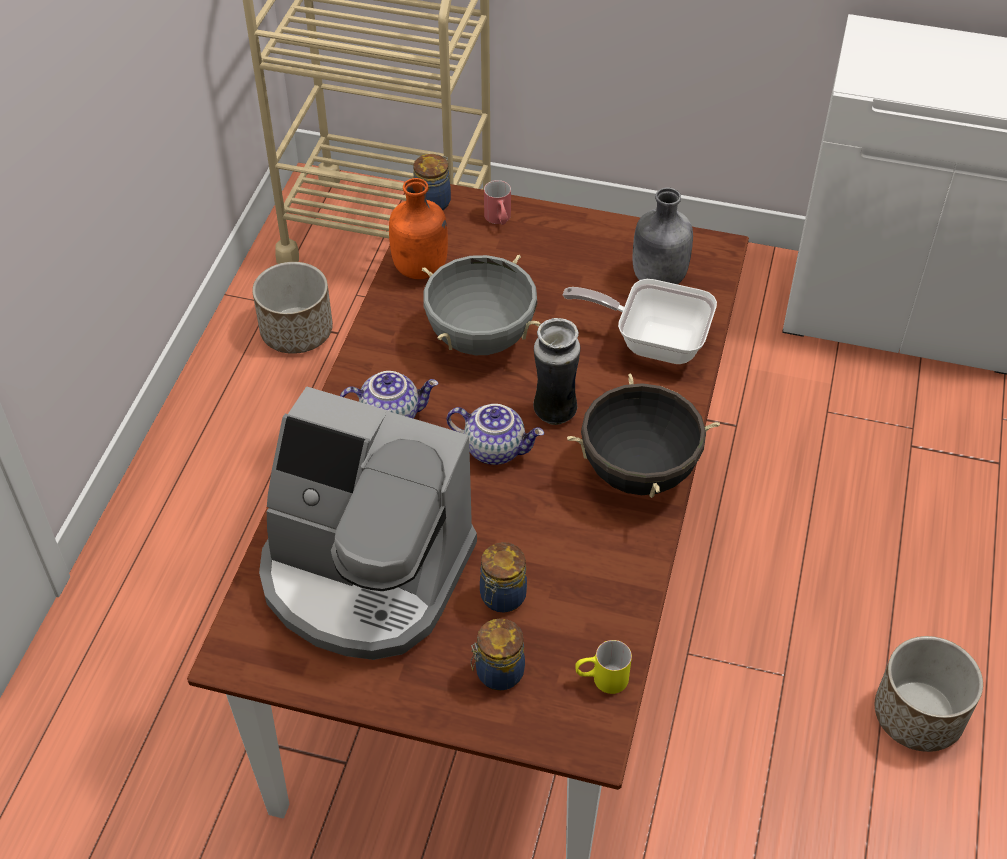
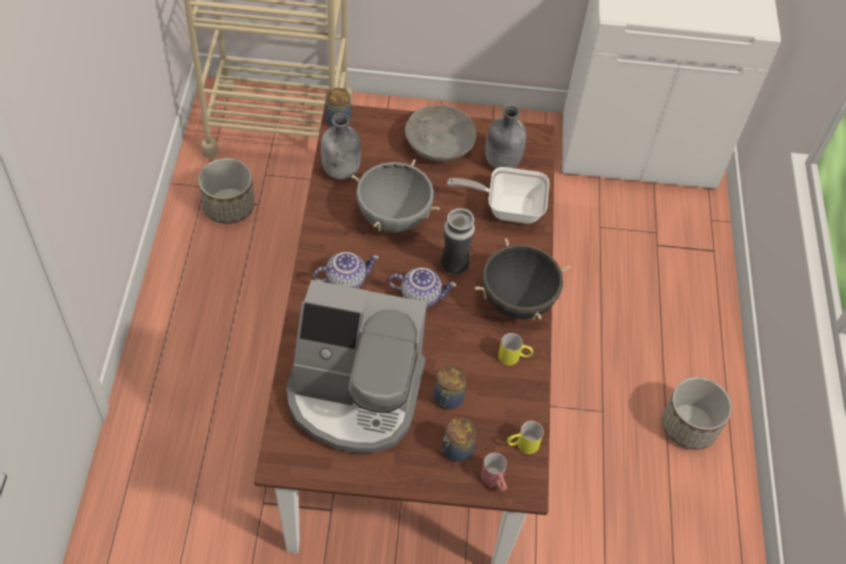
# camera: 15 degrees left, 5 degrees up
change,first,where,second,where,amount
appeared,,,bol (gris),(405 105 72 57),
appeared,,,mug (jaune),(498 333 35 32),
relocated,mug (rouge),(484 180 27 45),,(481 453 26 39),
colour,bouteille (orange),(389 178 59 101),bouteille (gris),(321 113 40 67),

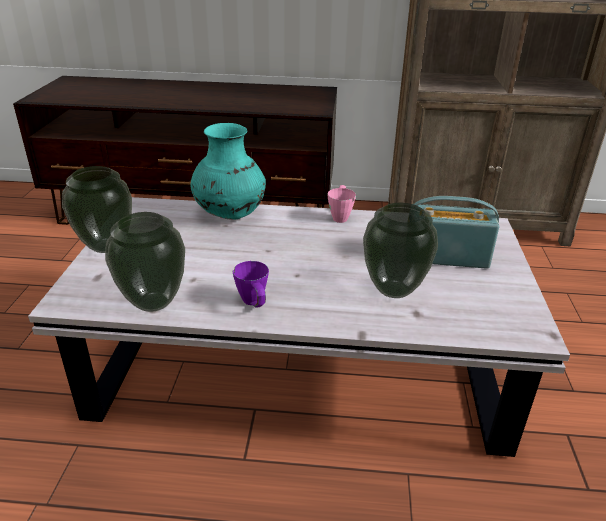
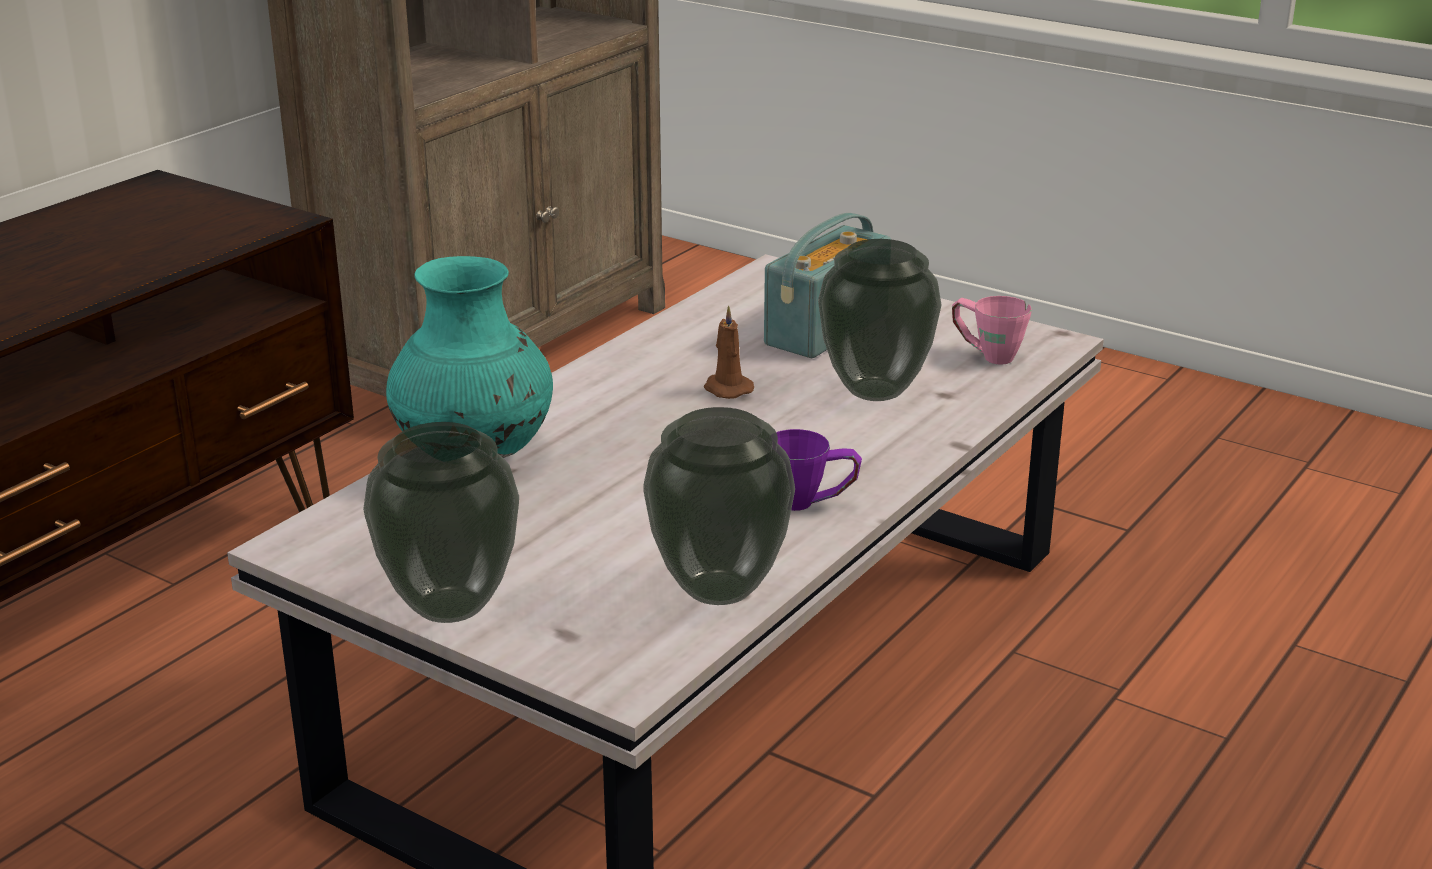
# camera: 60 degrees left, 5 degrees down
change,first,where,second,where,amount
appeared,,,bougie (marron),(704 305 50 94),
relocated,mug (rose),(327 185 29 38),,(952 296 80 69),

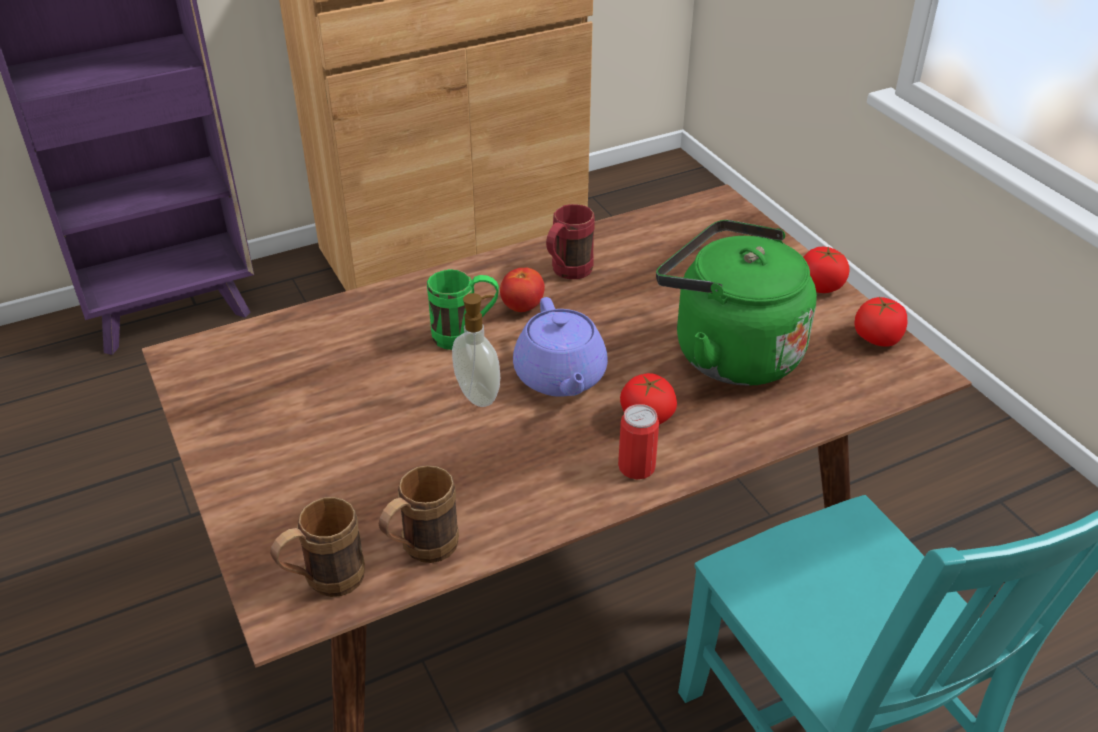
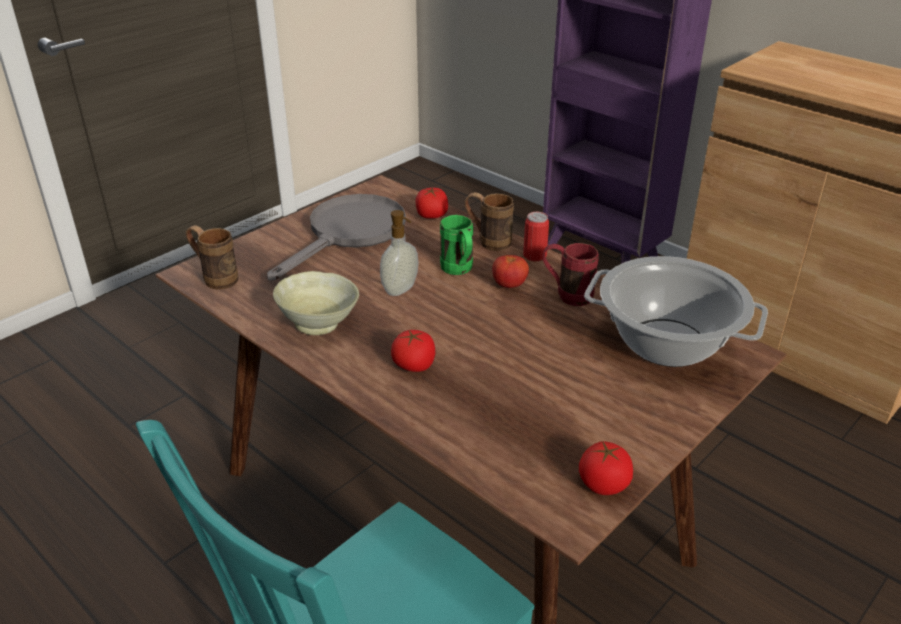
# camera: 70 degrees right, 5 degrees down
change,first,where,second,where,amount
missing,théière (violet),(513 297 95 100),,,
missing,bouilloire (vert),(656 220 161 165),,,
appeared,,,poêle (gris),(267 194 139 86),
appeared,,,bol (beige),(273 271 86 64),
appeared,,,marmite,(584 256 184 111),
relocated,mug (marron),(379 465 80 98),,(465 192 49 59),
relocated,boîte métallique,(618 404 41 75),,(523 212 26 49),
relocated,tomate,(803 247 46 46),,(415 188 33 31),

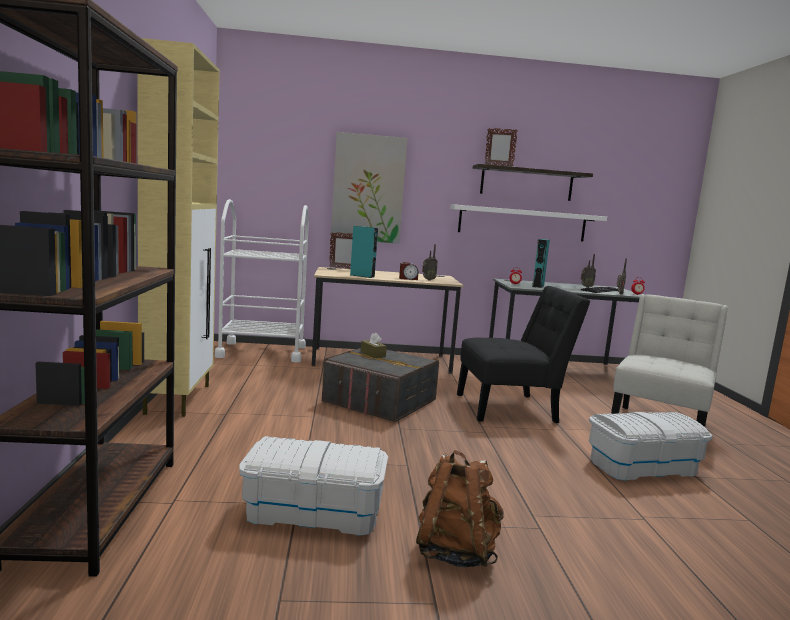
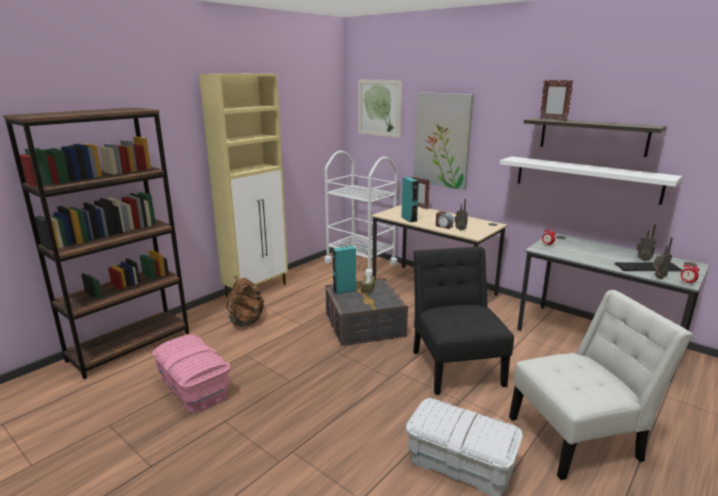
# camera: 45 degrees right, 10 degrees up
change,first,where,second,where,amount
appeared,,,tableau,(358 80 44 58),
relocated,sac à dos (marron),(416 450 88 117),,(226 276 39 50),
relocated,enceinte (turquoise),(532 239 18 49),,(333 246 23 49),
colour,boîte de rangement (blanc),(239 436 149 100),boîte de rangement (rose),(152 335 78 78),
spun,chaise (noir),(457 286 134 137),,(413 247 101 148),135 degrees counterclockwise

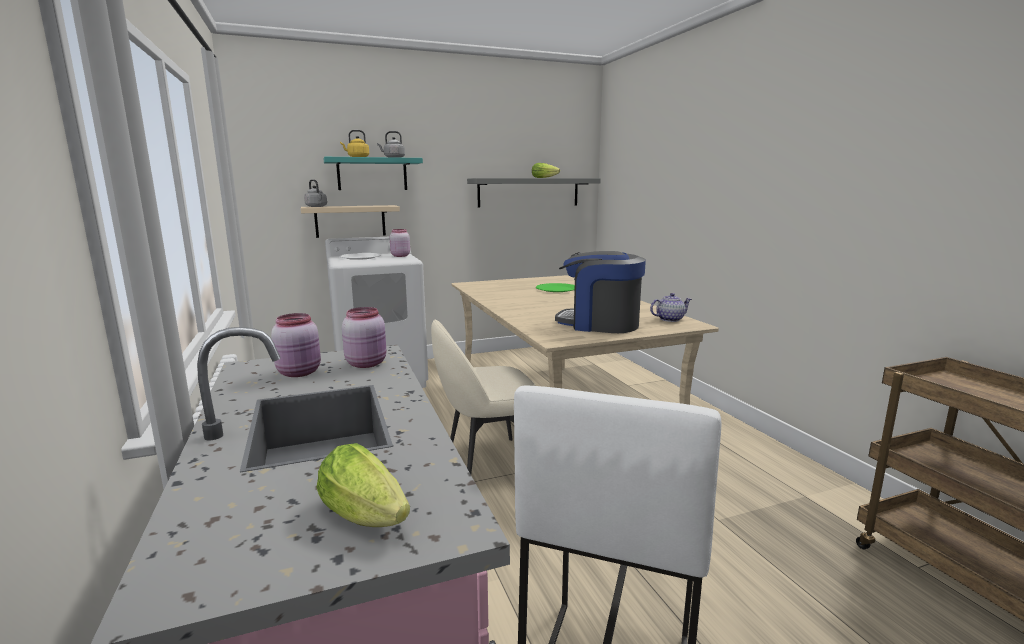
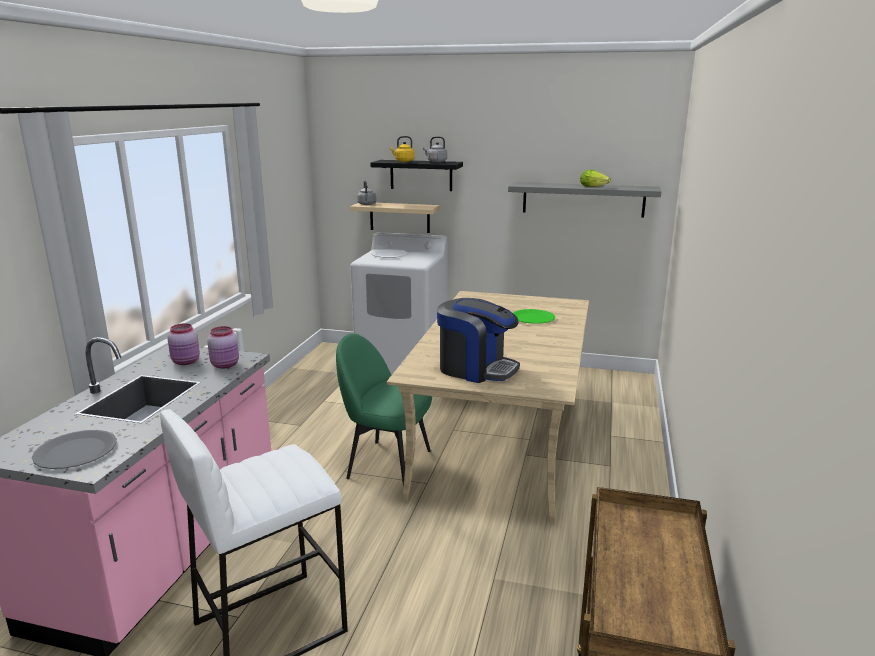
# camera: 35 degrees right, 5 degrees up
change,first,where,second,where,amount
missing,bocal (rose),(390 229 20 28),,,
missing,théière,(650 293 42 29),,,
exchanged,laitue,(316 443 94 84),assiette (gris),(32 430 85 39),
colour,étagère (turquoise),(323 157 100 33),étagère (noir),(371 160 92 31),
colour,chaise (beige),(431 319 105 155),chaise (vert),(336 334 96 151),
spun,machine à café,(555 251 91 82),,(437 298 83 85),150 degrees clockwise

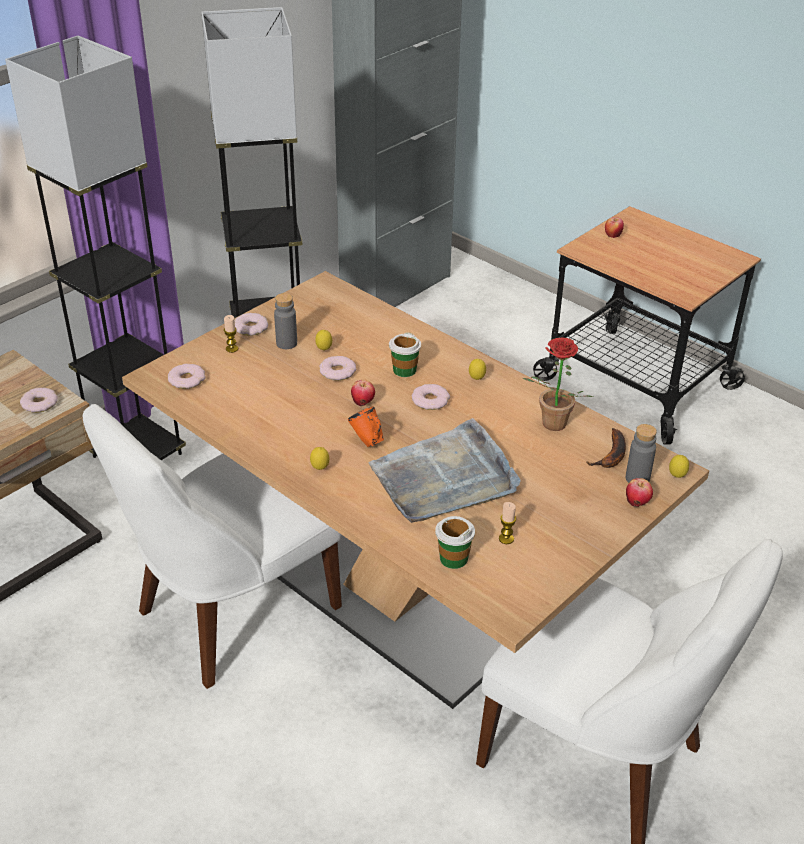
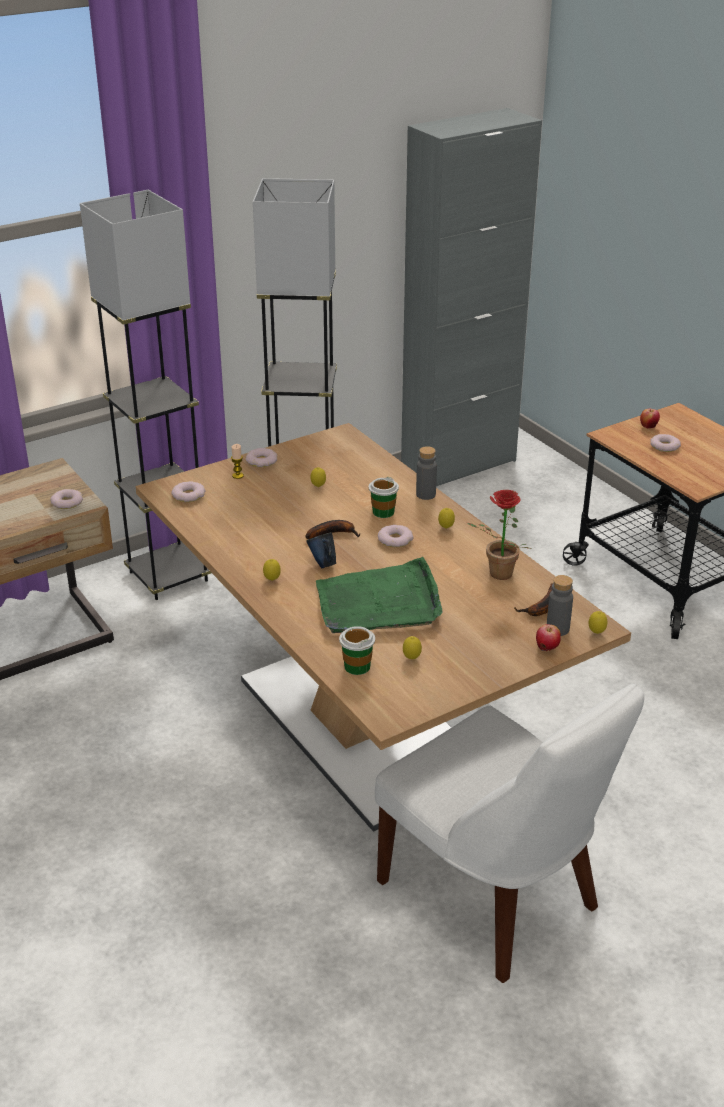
# camera: 15 degrees right, 5 degrees down
change,first,where,second,where,amount
missing,chaise (blanc),(83 404 259 285),,,
relocated,bouteille (gris),(274 293 23 56),,(416 446 21 54),
relocated,beignet,(319 356 37 25),,(650 434 31 18),
exchanged,pomme,(351 380 24 26),banane,(305 520 55 19),
exchanged,bougie,(499 502 17 42),citron,(403 636 19 23),
colour,mug (orange),(348 407 36 40),mug (bleu),(306 532 30 37),
colour,plateau (gris),(368 418 153 105),plateau (vert),(316 557 127 76),

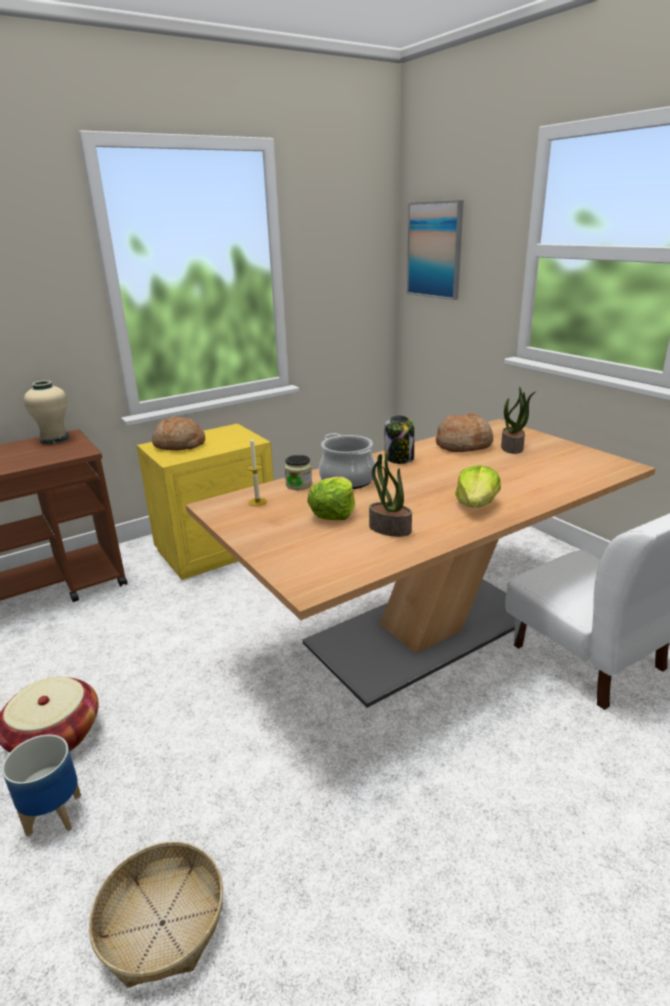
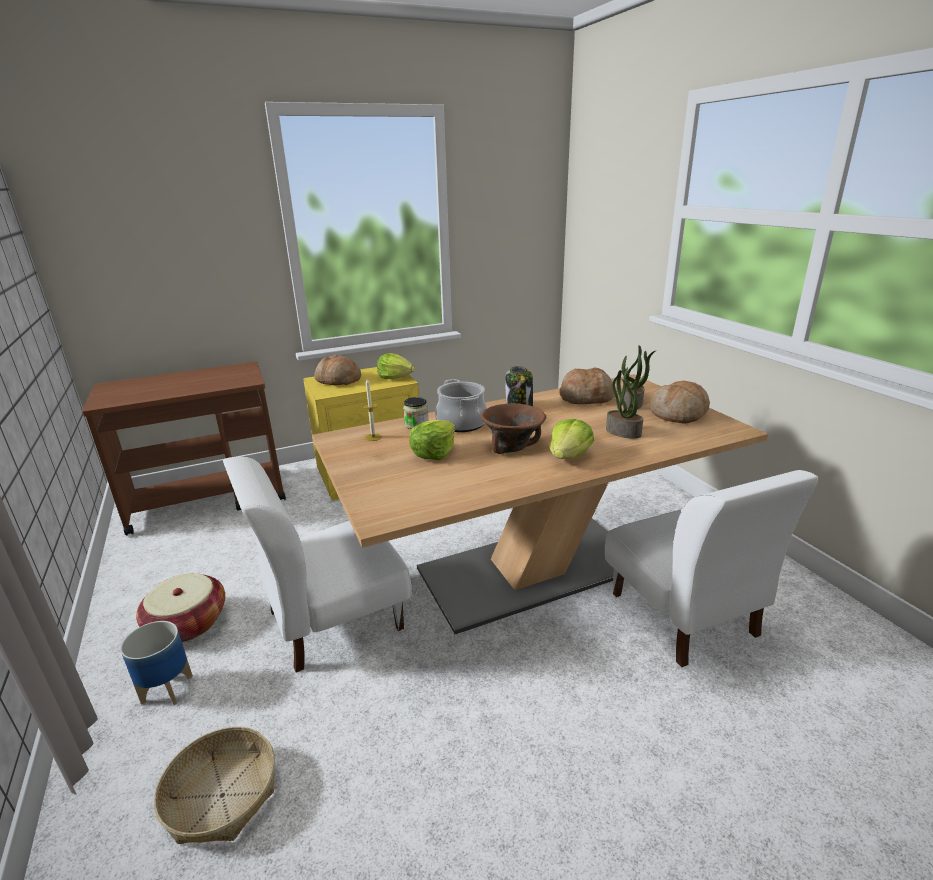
# camera: 10 degrees right, 0 degrees up
change,first,where,second,where,amount
missing,vase (beige),(24 380 45 64),,,
missing,tableau,(407 200 57 100),,,
appeared,,,chaise (blanc),(223 457 189 216),
appeared,,,laitue,(377 353 38 26),
appeared,,,bol (marron),(481 403 65 51),
appeared,,,pain,(650 381 60 43),
relocated,plante en pot,(369 451 43 86),,(606 367 37 72),

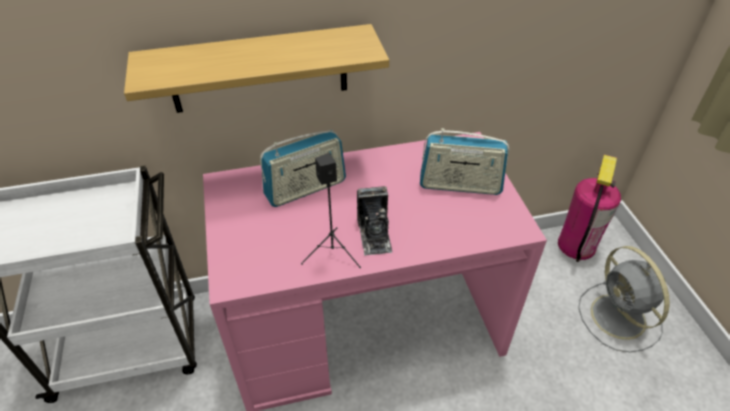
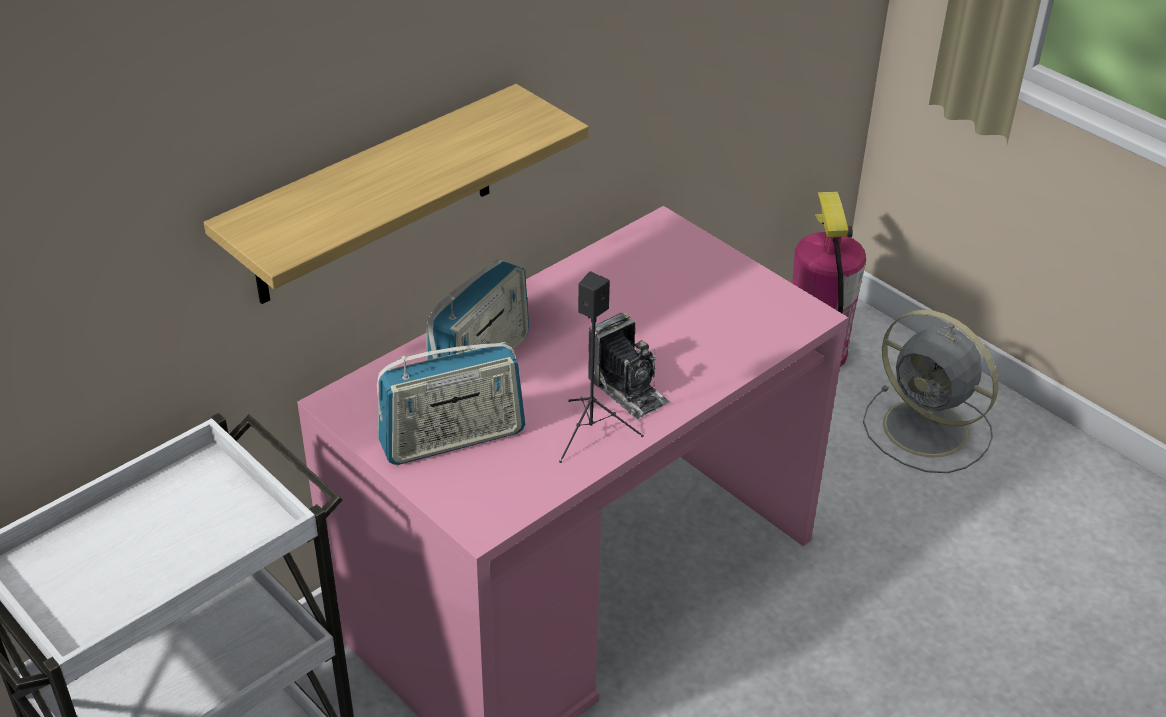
# camera: 30 degrees left, 5 degrees down
change,first,where,second,where,amount
relocated,radio,(420 128 89 67),,(377 342 148 123),

